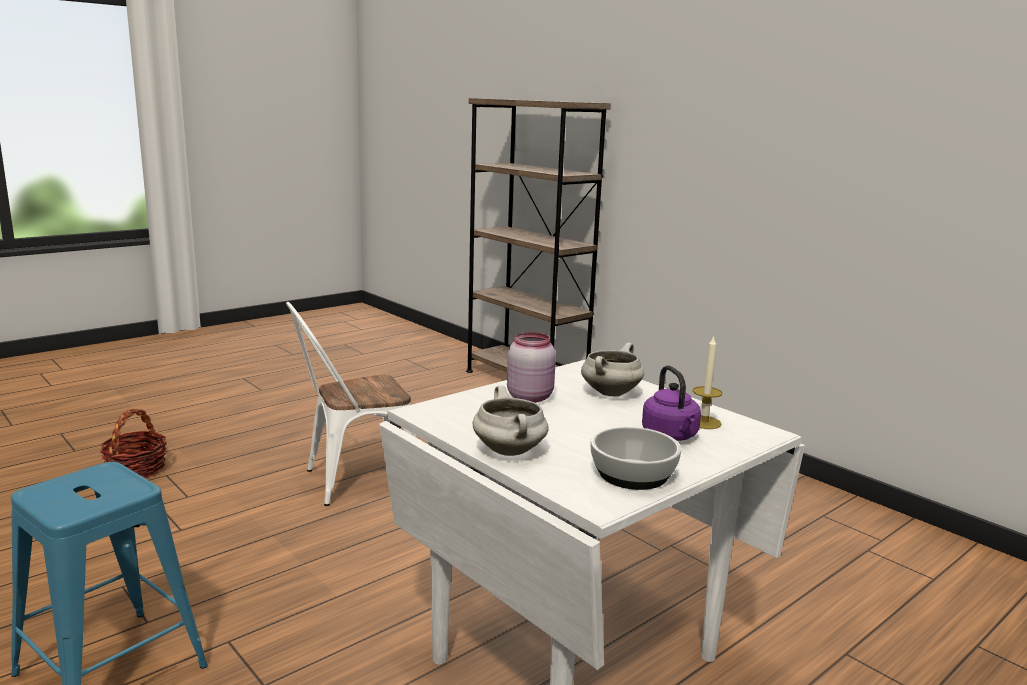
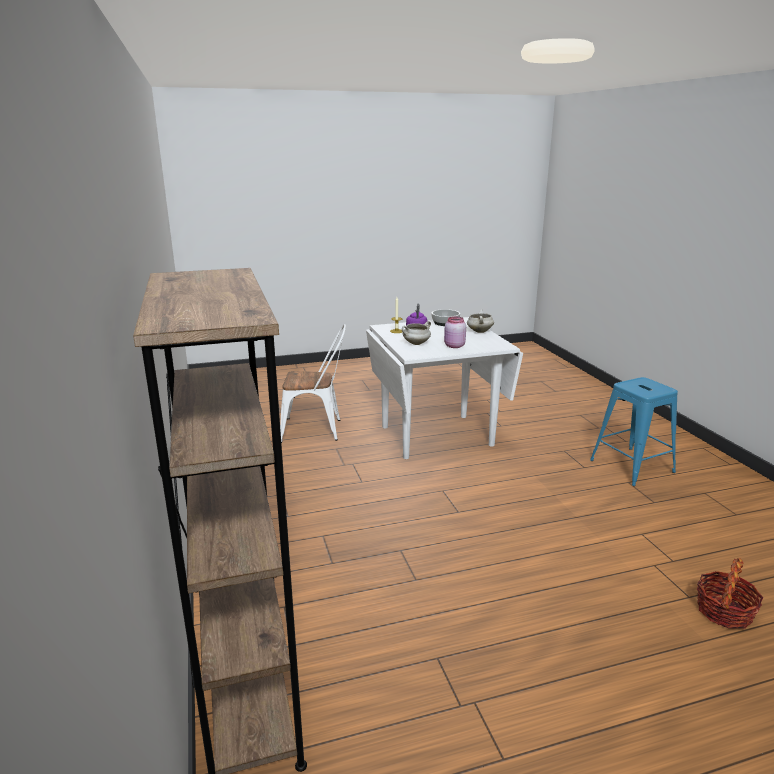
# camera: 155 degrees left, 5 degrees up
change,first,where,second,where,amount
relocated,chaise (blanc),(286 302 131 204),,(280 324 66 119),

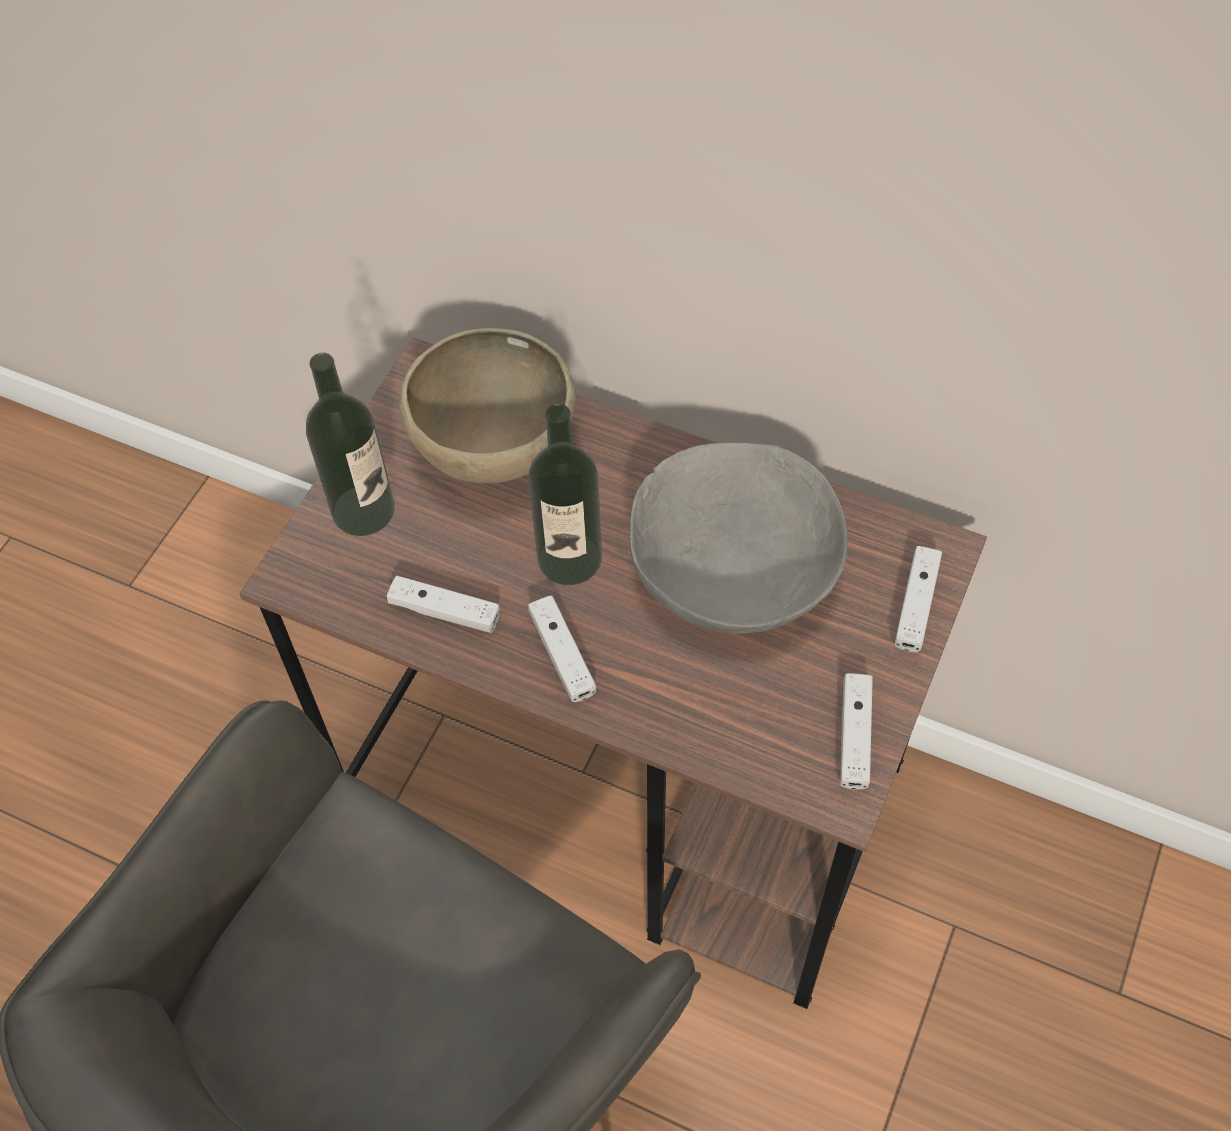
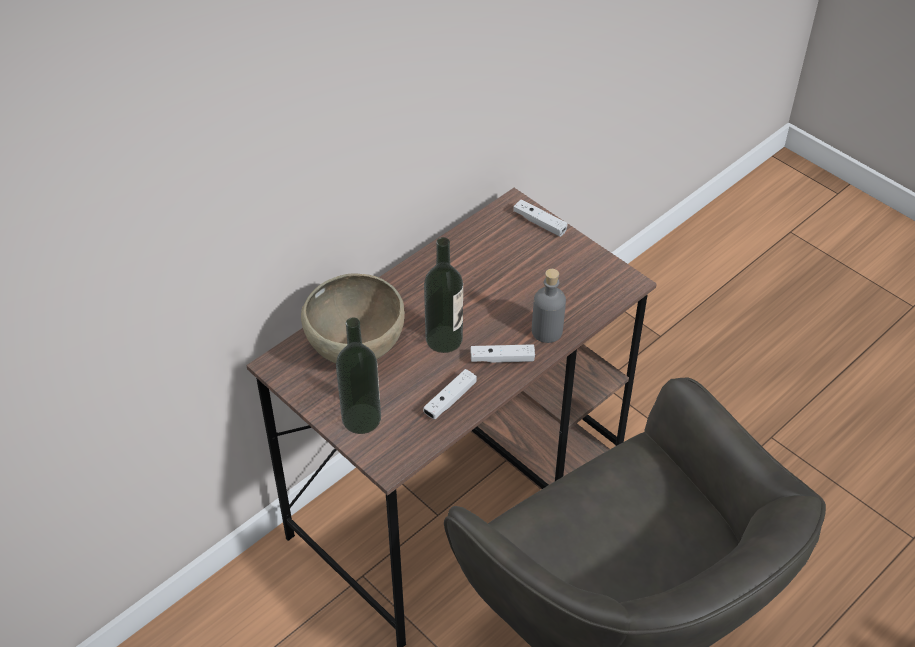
# camera: 70 degrees left, 10 degrees down
change,first,where,second,where,amount
missing,bol (gris),(629 443 219 190),,,
missing,manette (blanc),(840 673 33 117),,,
appeared,,,bouteille (gris),(532 269 34 74),

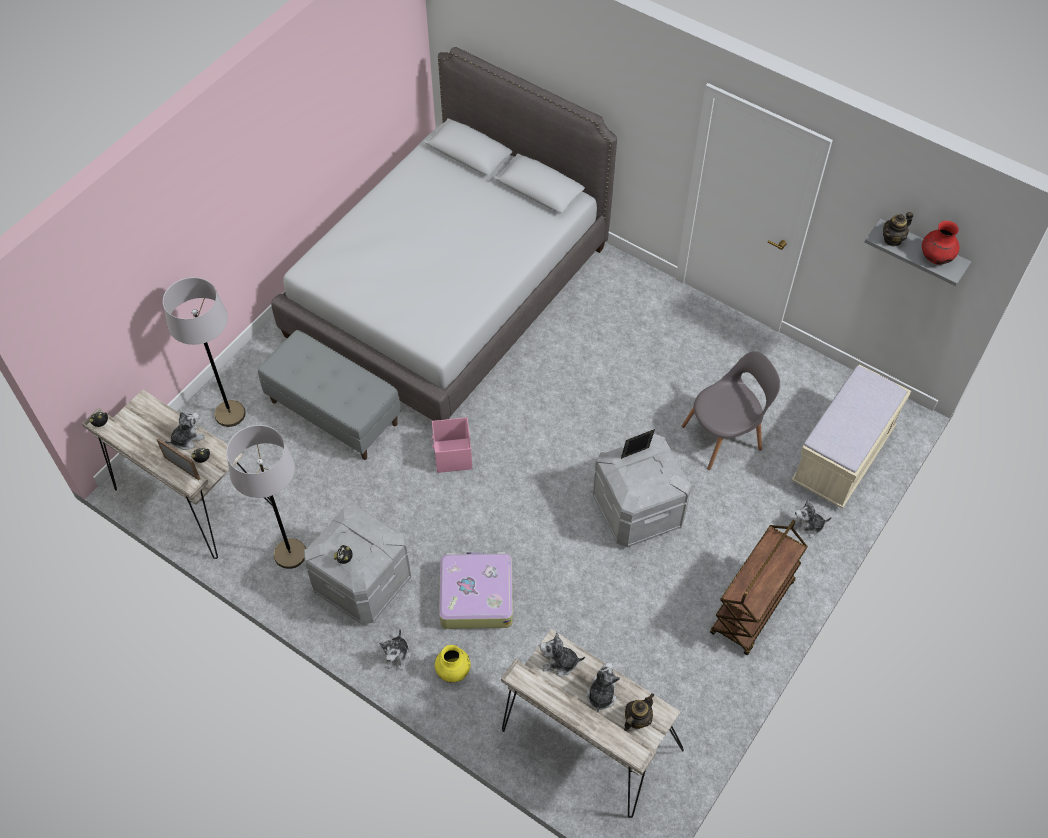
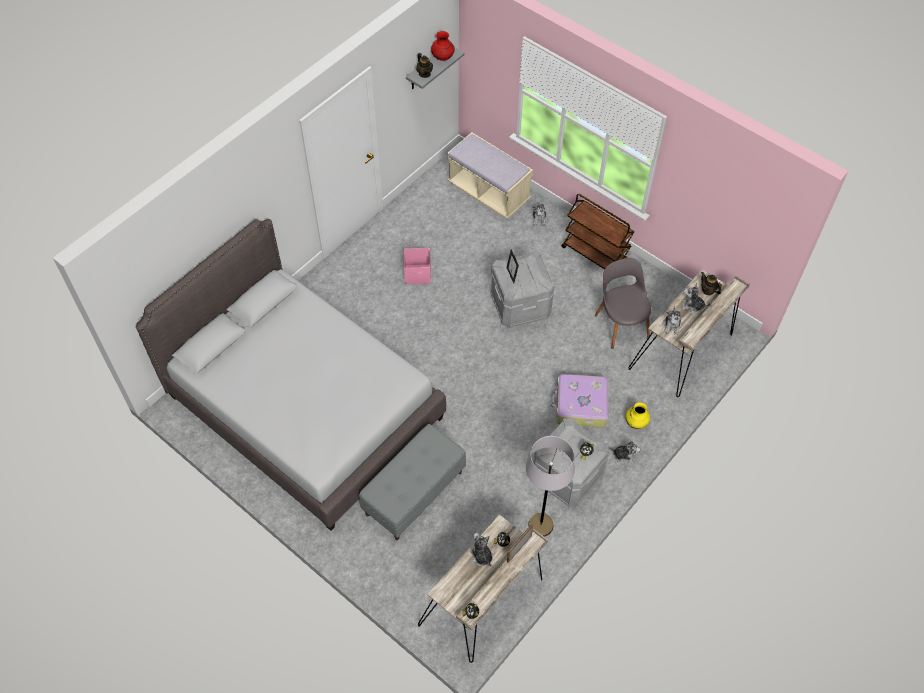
# camera: 85 degrees left, 0 degrees up
change,first,where,second,where,amount
missing,lampadaire (gris),(163 277 83 150),,,
relocated,boîte de rangement (rose),(431 417 41 56),,(404 248 27 36),
relocated,chaise (gris),(681 351 99 119),,(595 258 56 91),

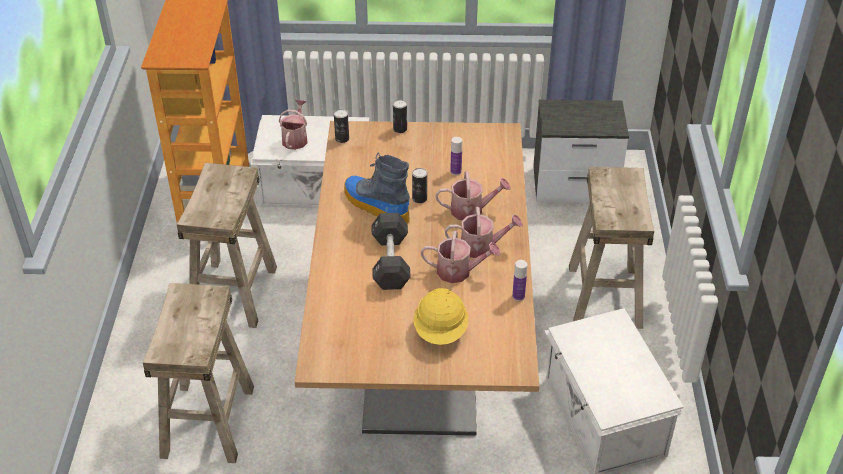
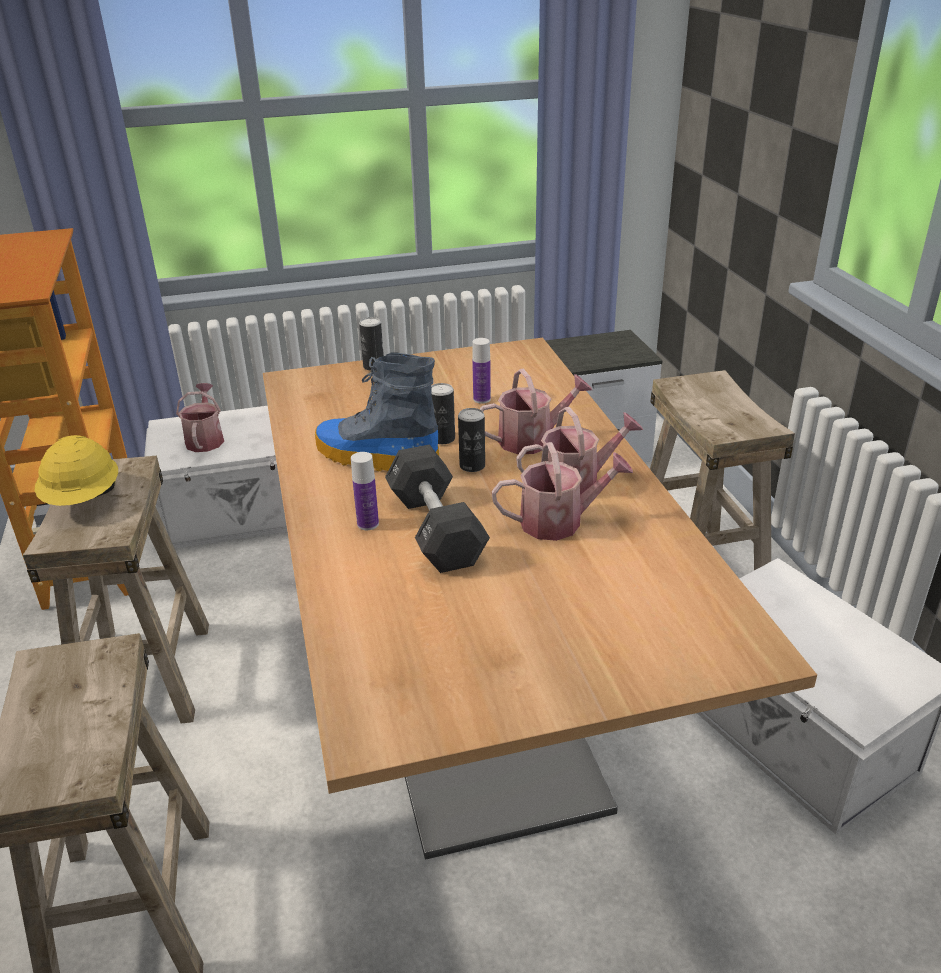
# camera: 15 degrees left, 10 degrees down
change,first,where,second,where,amount
relocated,boîte métallique,(334 109 15 34),,(458 408 27 64),
relocated,casque de chantier (jaune),(414 288 54 57),,(34 435 84 71),
relocated,bouteille,(512 260 15 41),,(351 452 28 78),

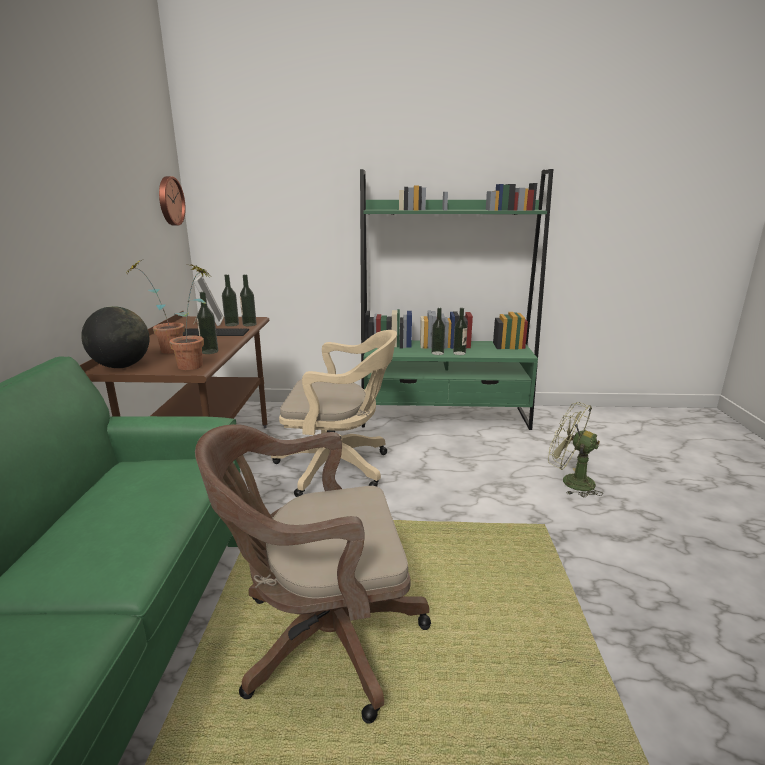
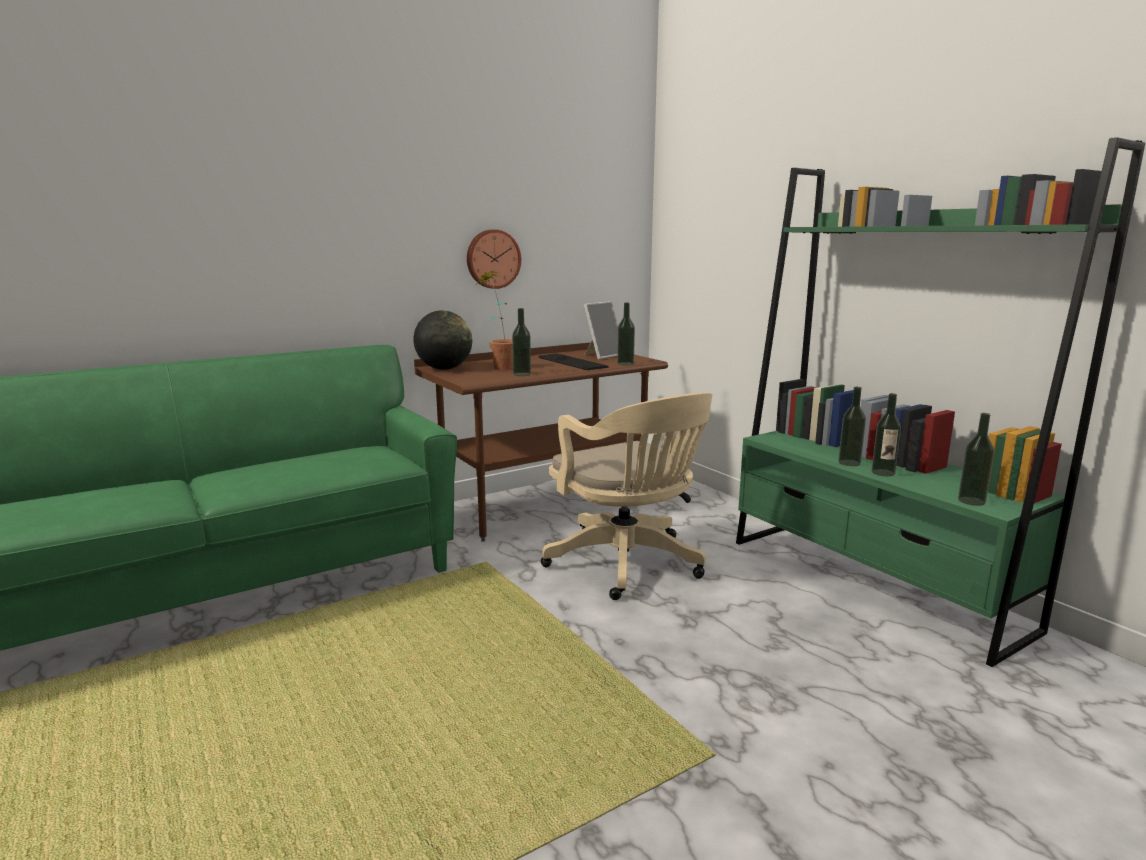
# camera: 55 degrees right, 5 degrees down
change,first,where,second,where,amount
missing,plante en pot,(169 263 43 107),,,
missing,chaise de bureau (marron),(195 424 236 300),,,
missing,ventilateur (vert),(548 402 55 95),,,
relocated,horloge murale,(159 176 27 50),,(467 229 54 60),
relocated,bouteille,(222 274 17 52),,(958 413 36 93),

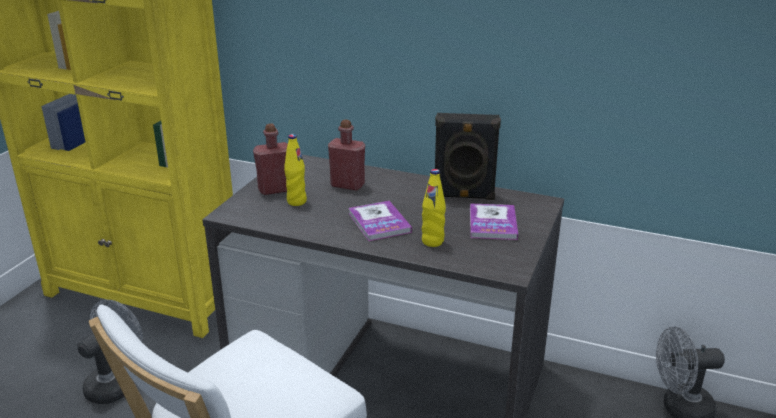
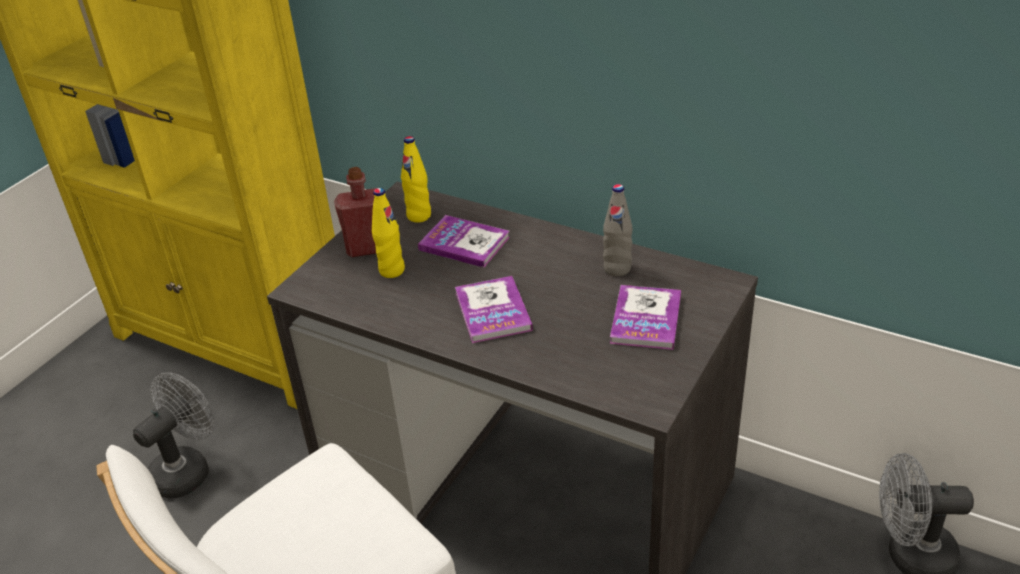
# camera: 10 degrees right, 10 degrees up
change,first,where,second,where,amount
relocated,bouteille (jaune),(422 169 24 78),,(401 136 30 87),
exchanged,bouteille (rouge),(328 120 37 70),livre,(418 215 92 53),
exchanged,enceinte (noir),(435 113 66 87),bouteille (gris),(603 184 29 92),

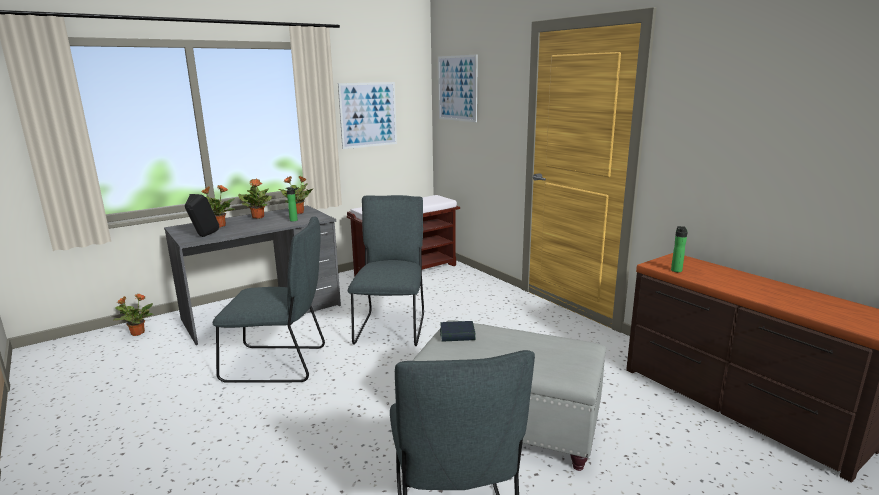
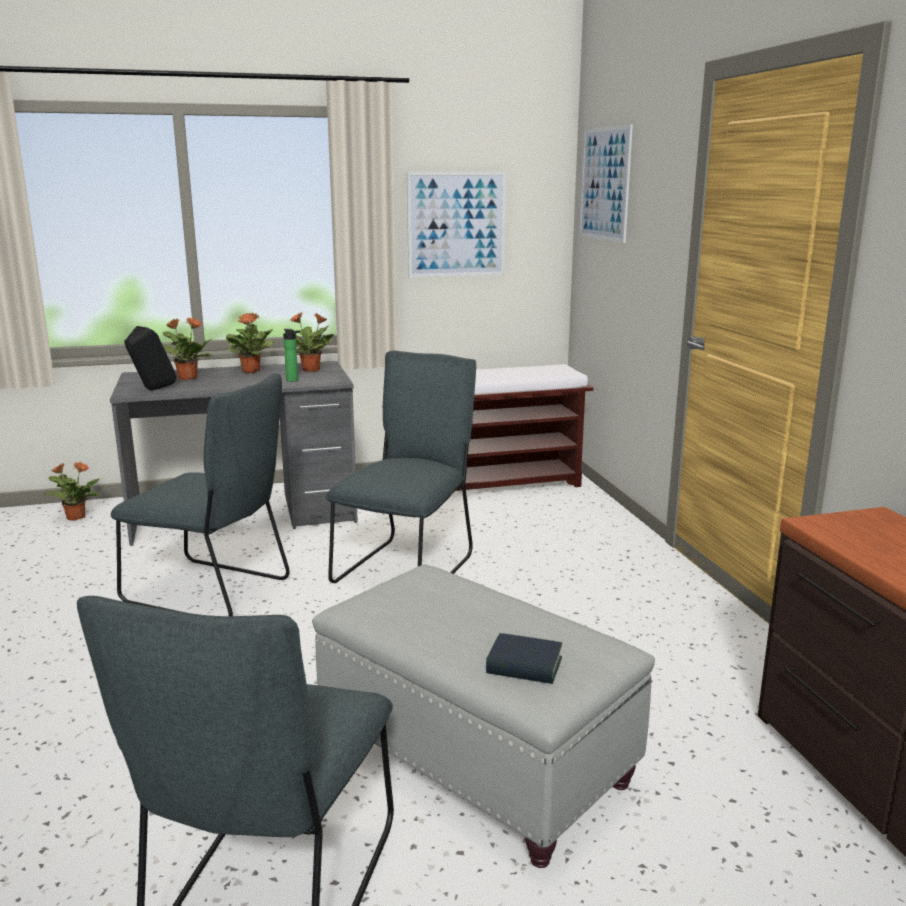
# camera: 20 degrees right, 0 degrees up
change,first,where,second,where,amount
missing,bouteille,(671 226 17 46),,,
relocated,livre,(440 321 35 21),,(486 633 76 51),

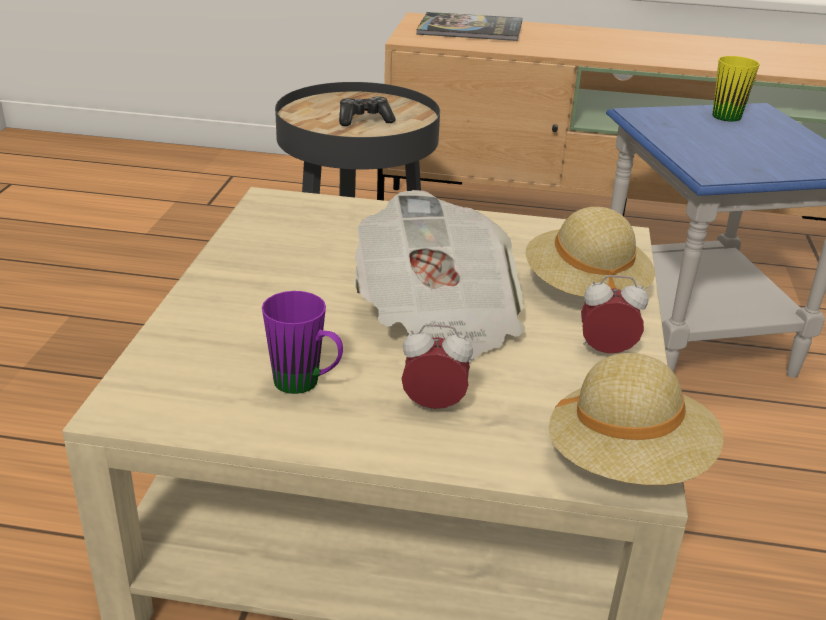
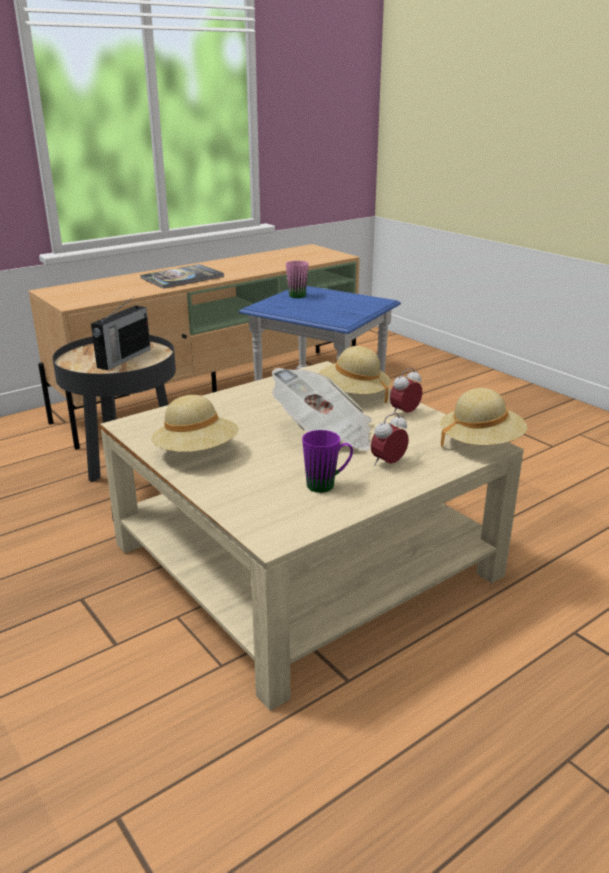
# camera: 45 degrees left, 5 degrees down
change,first,where,second,where,amount
appeared,,,chapeau (beige),(151 395 88 57),
relocated,livre,(416 12 106 29),,(140 264 84 25),
exchanged,manette,(339 96 56 30),radio,(91 296 60 74),
colour,mug (jaune),(712 56 48 66),mug (rose),(286 261 23 37),

